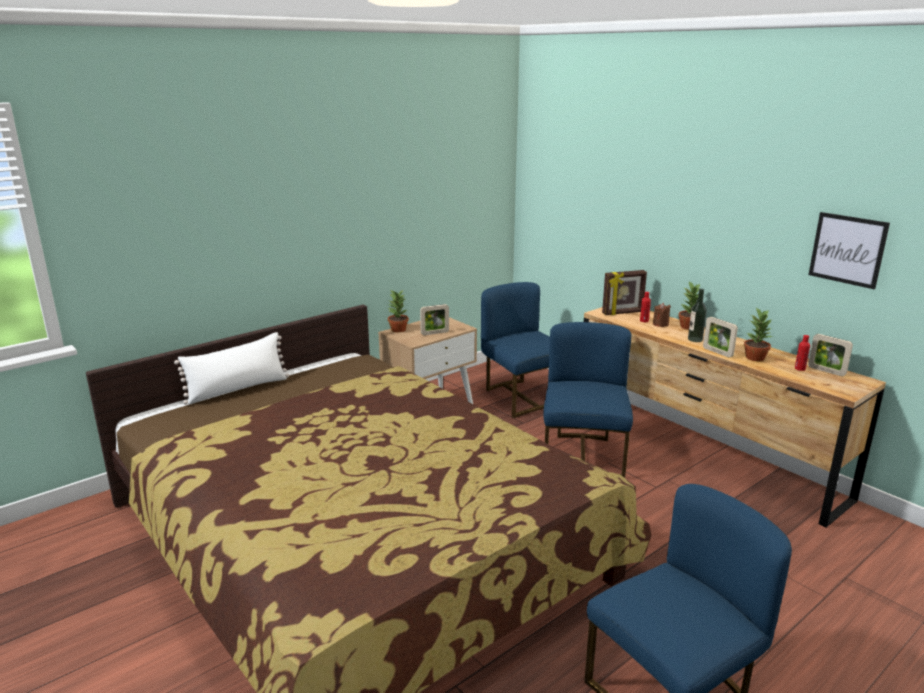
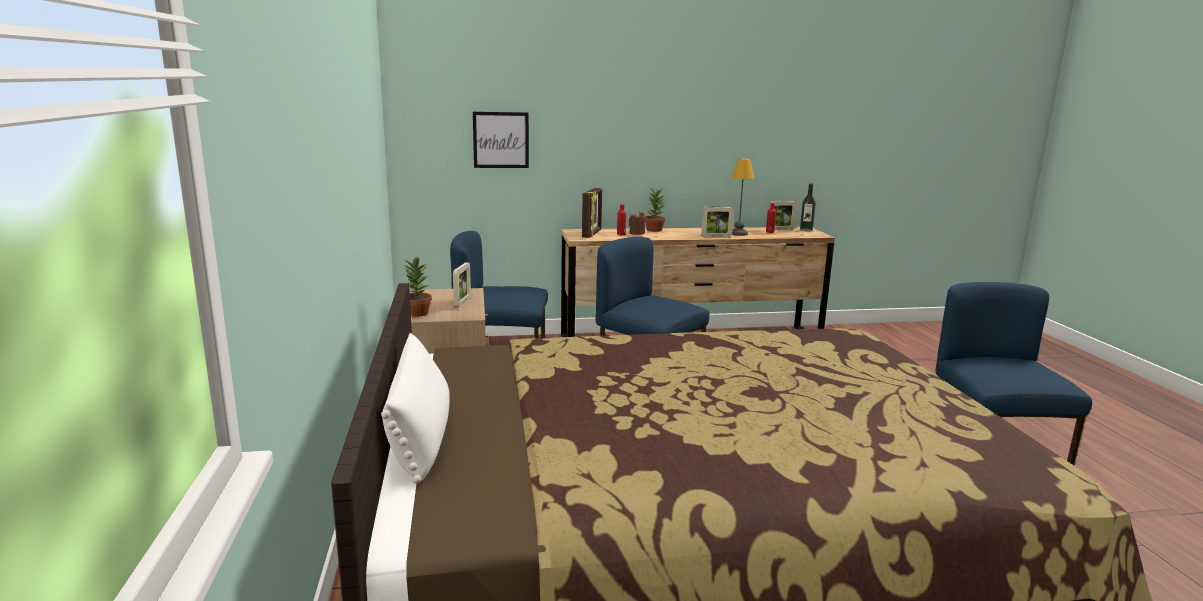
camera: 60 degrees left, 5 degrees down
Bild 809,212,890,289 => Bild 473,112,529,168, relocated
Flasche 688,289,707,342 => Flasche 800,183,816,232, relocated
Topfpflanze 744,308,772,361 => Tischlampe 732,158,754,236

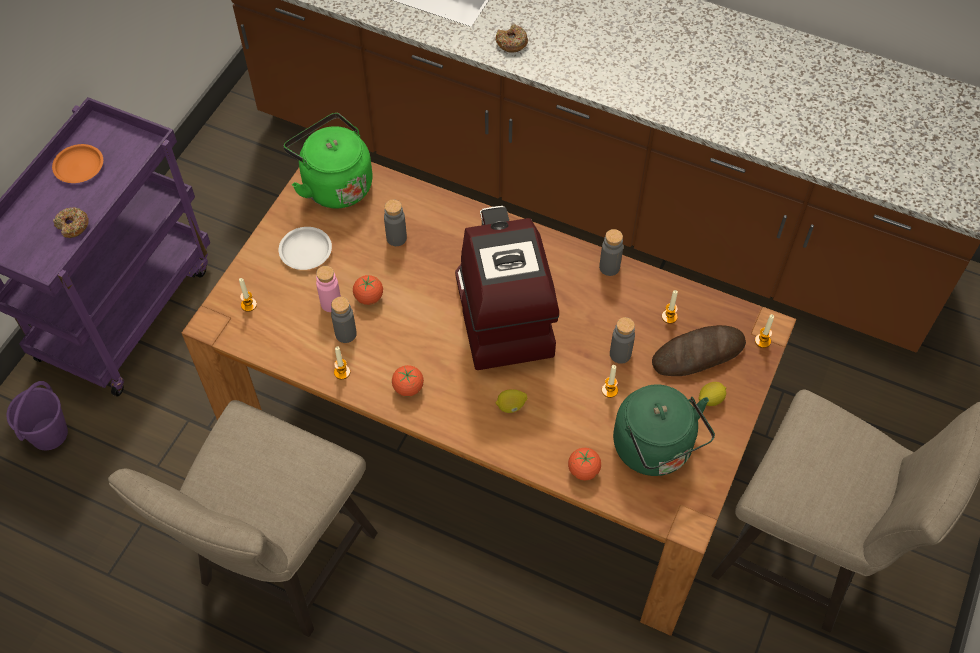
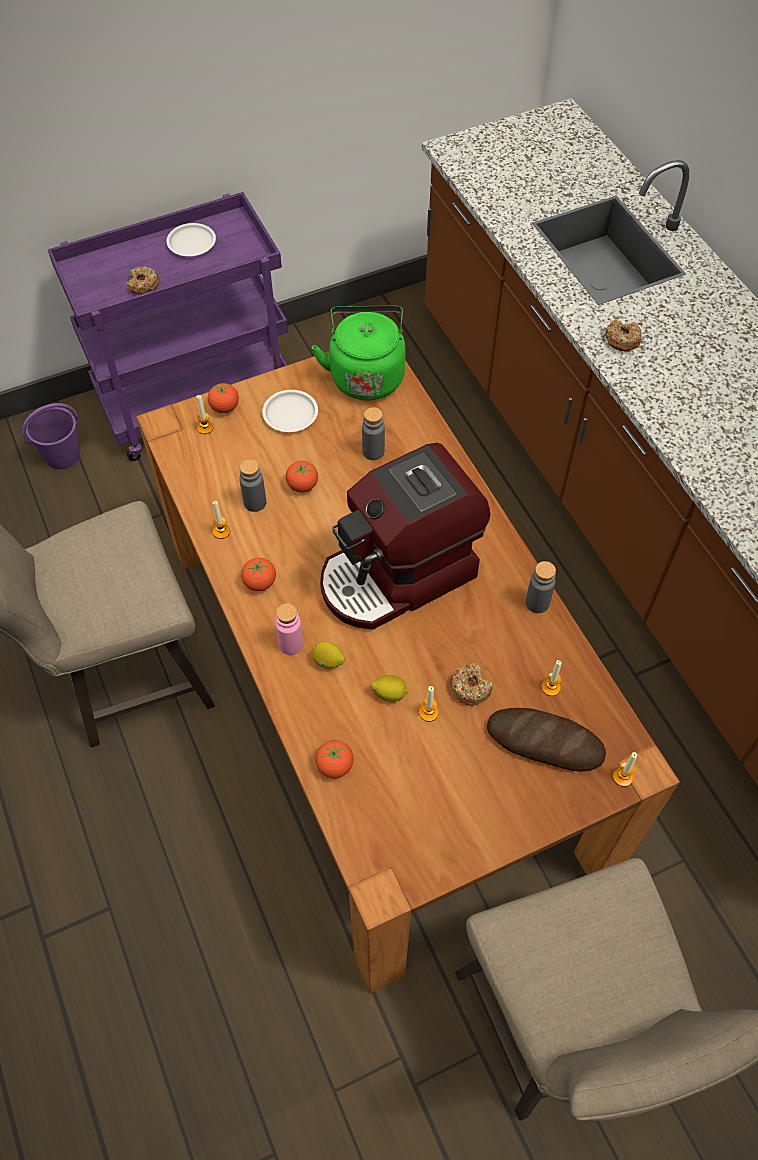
camera: 40 degrees right, 0 degrees up
Teller [orange] 52,144,103,183 => Teller [weiß] 166,223,216,256
Kaffeemaschine 455,206,559,370 => Kaffeemaschine 320,443,490,630, 150 degrees counterclockwise
Flasche [rosa] 316,266,341,312 => Flasche [rosa] 275,603,303,655, relocated
Flasche [grau] 610,317,635,364 => Donut 450,663,493,706
Zitrone 698,382,726,406 => Zitrone 372,675,408,702, relocated
Wasserkessel [grün] 613,384,715,476 => nothing
nothing => Tomate 208,383,239,413

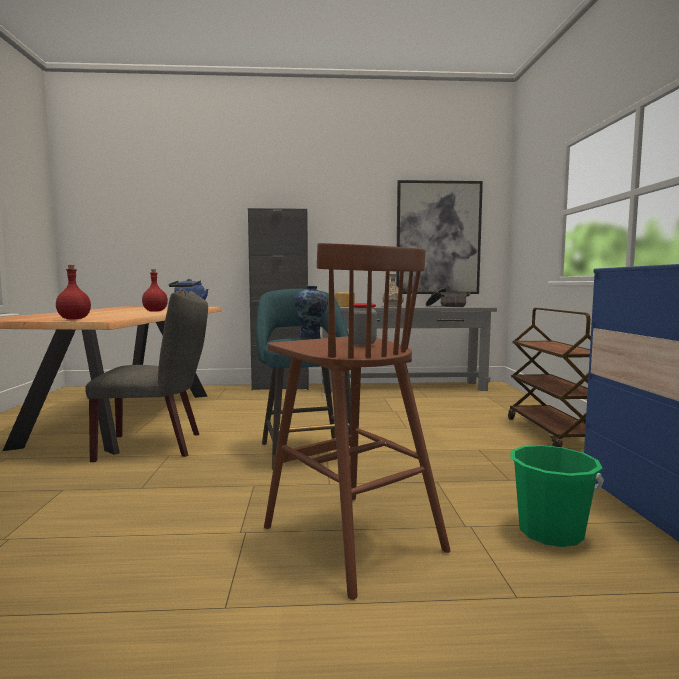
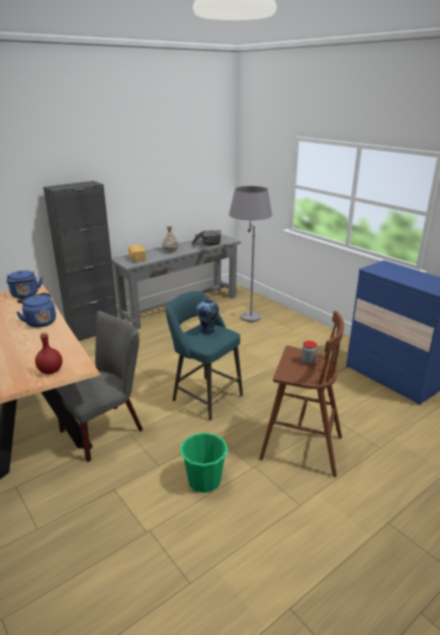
camera: 35 degrees left, 20 degrees up
Bild 396,180,483,294 => nothing
Flasche [rot] 142,269,168,312 => Wasserkessel [blau] 16,293,56,327
Rollwagen [braun] 508,308,591,447 => nothing
Eimer [grün] 511,445,604,547 => Eimer [grün] 180,433,229,493, relocated
nothing => Stehlampe [grau] 229,186,272,322

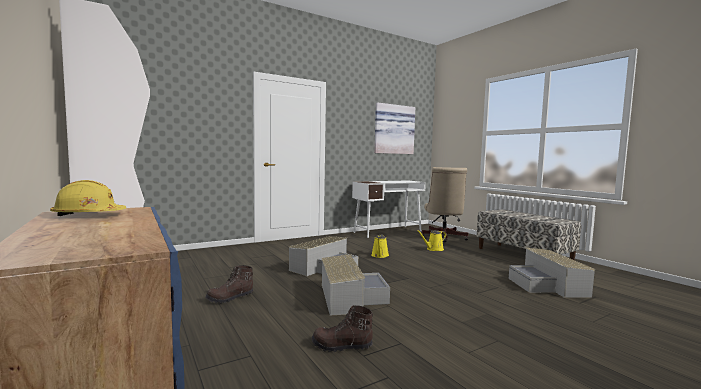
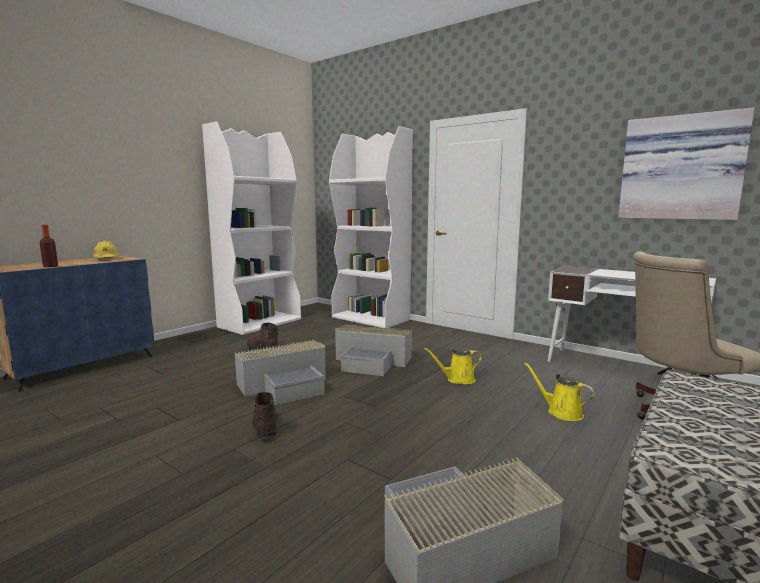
camera: 70 degrees right, 5 degrees up
Stiefel [braun] 312,305,373,352 => Stiefel [braun] 251,392,277,439, relocated
nothing => Bücherregal [weiß] 329,126,413,329
nothing => Flasche 40,225,58,267

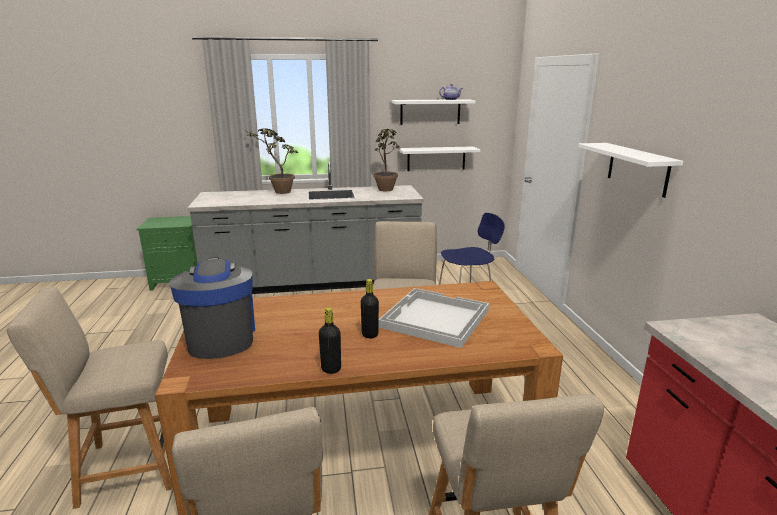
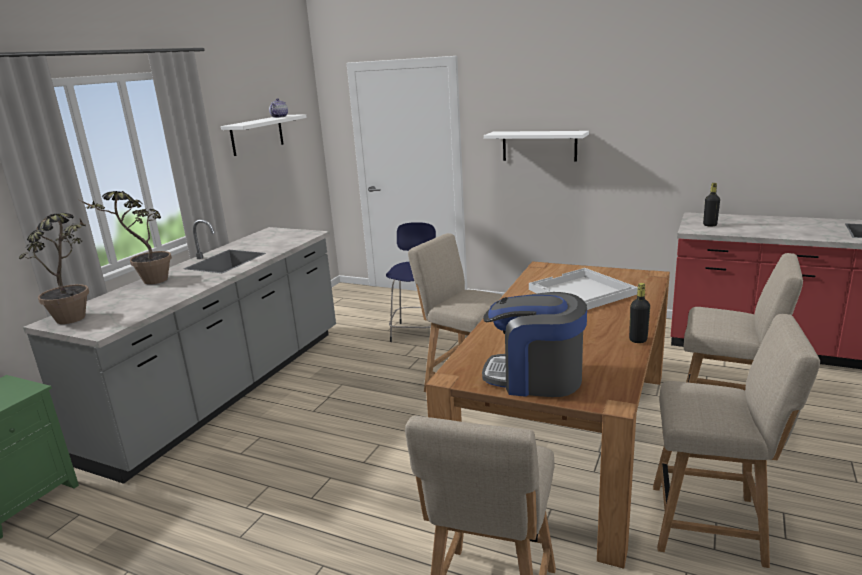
camera: 55 degrees left, 0 degrees up
Topfpflanze 373,129,400,191 => Topfpflanze 19,213,89,324, relocated
Wandregal [weiß] 399,146,480,171 => nothing
Flasche [schwarz] 361,279,379,338 => Flasche [schwarz] 703,183,720,227, relocated

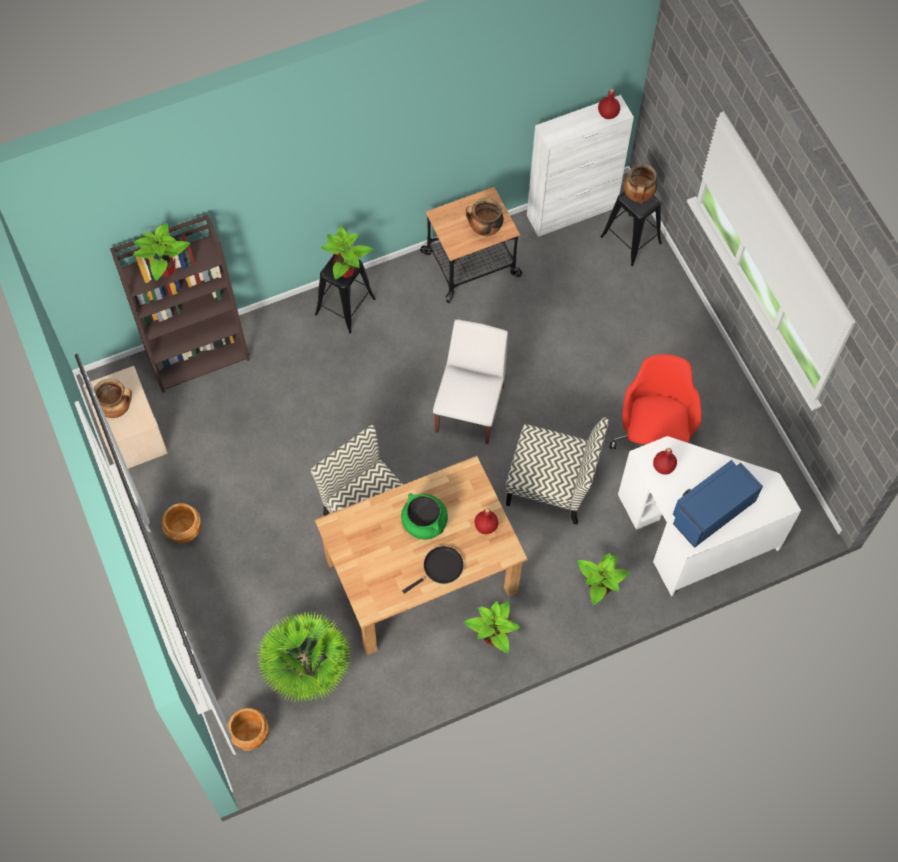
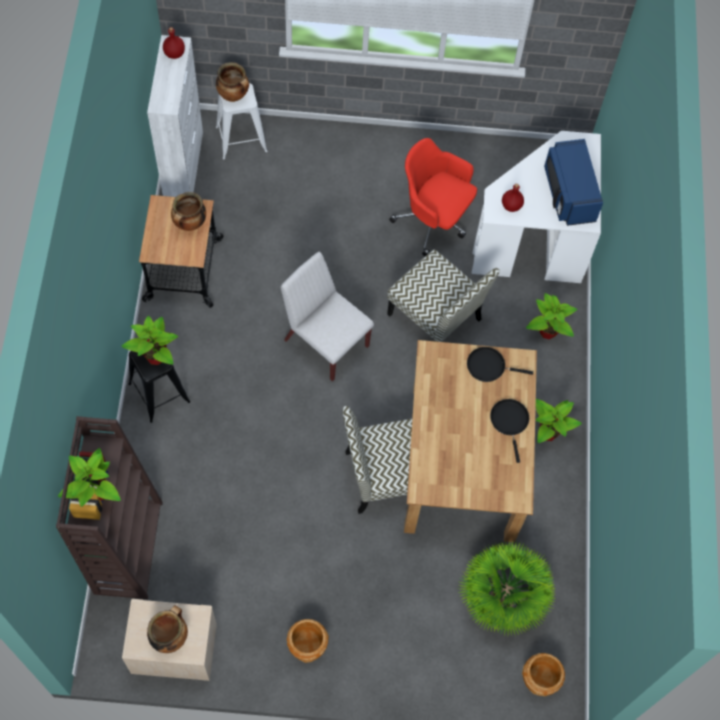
camera: 65 degrees left, 0 degrees up
Hocker [schwarz] 600,191,662,266 => Hocker [weiß] 216,83,267,159
Stuhl 505,417,609,525 => Stuhl 387,250,500,342, 90 degrees clockwise
Kochtopf [grün] 401,493,448,540 => nothing
Flasche [rot] 475,509,498,534 => Pfanne [schwarz] 467,347,533,382

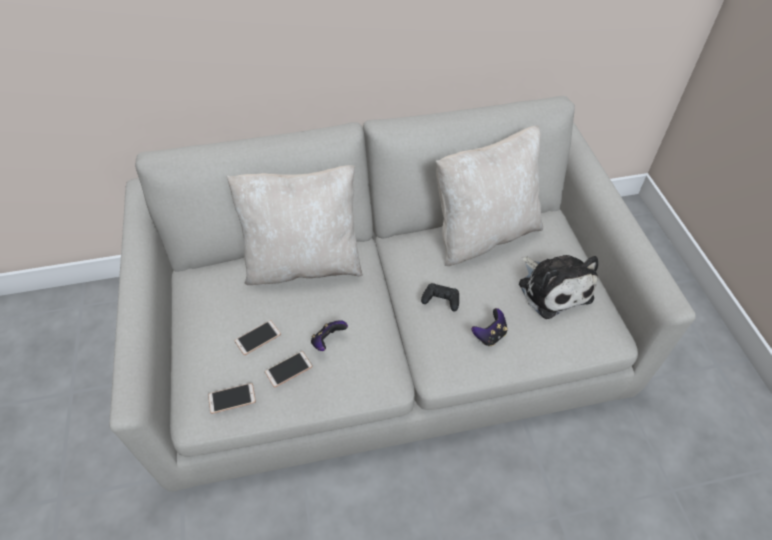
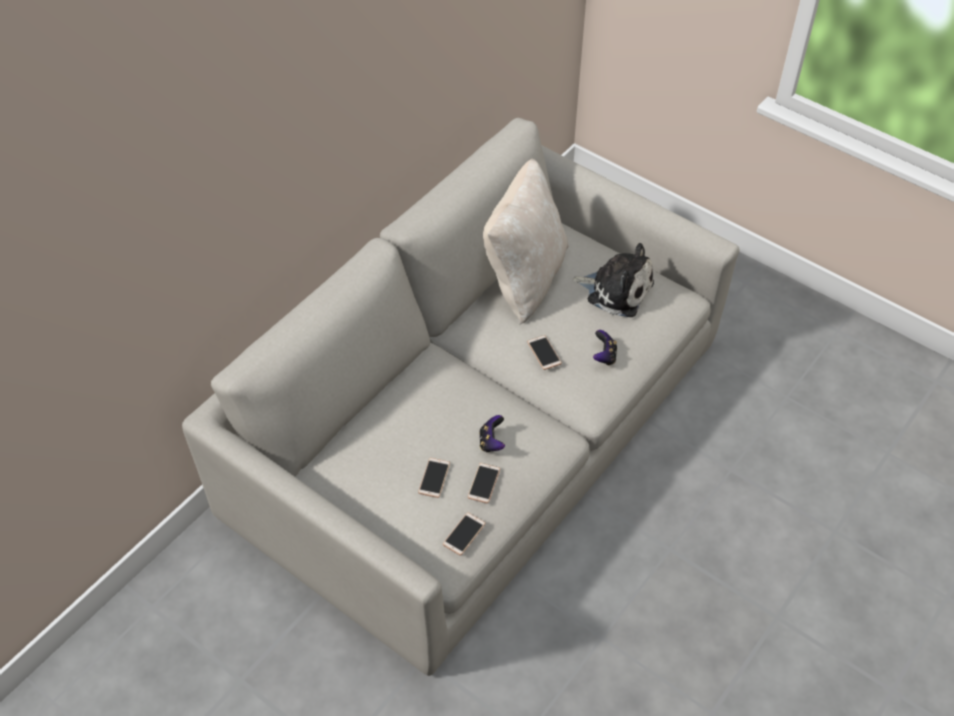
camera: 40 degrees left, 0 degrees up
Kissen [beige] 227,165,363,285 => nothing
Gamepad [schwarz] 421,283,459,311 => Handy 527,335,562,370

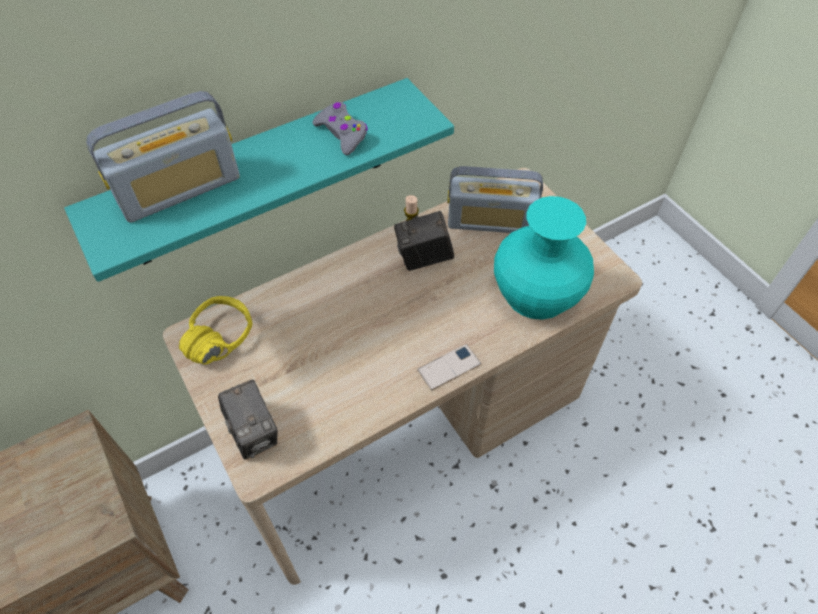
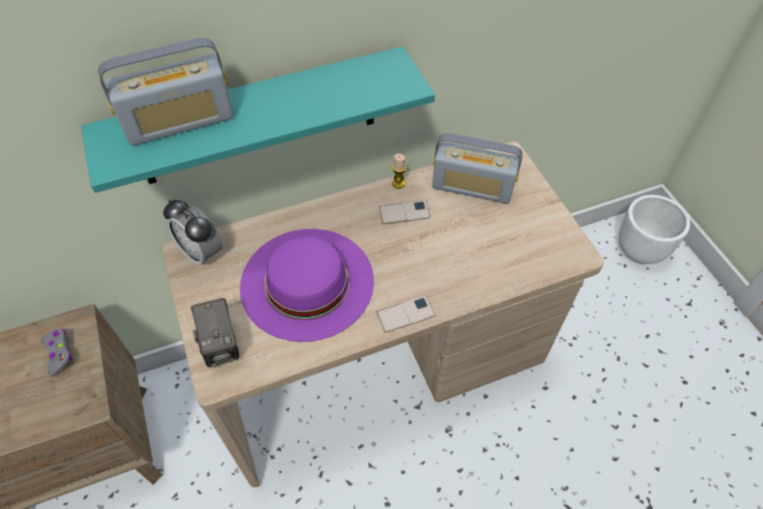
camera: 10 degrees right, 0 degrees up
Gamepad [grau] 312,102,368,155 => Gamepad [grau] 41,328,72,377, relocated
Vase [türkis] 494,196,594,320 => nothing
Kamera 394,211,454,271 => Handy 379,200,430,224
Kopfhörer [gelb] 179,296,253,365 => Wecker 163,200,223,267
nothing => Pflanzkübel [weiß] 619,195,690,264
nothing => Hut [lila] 240,229,374,342

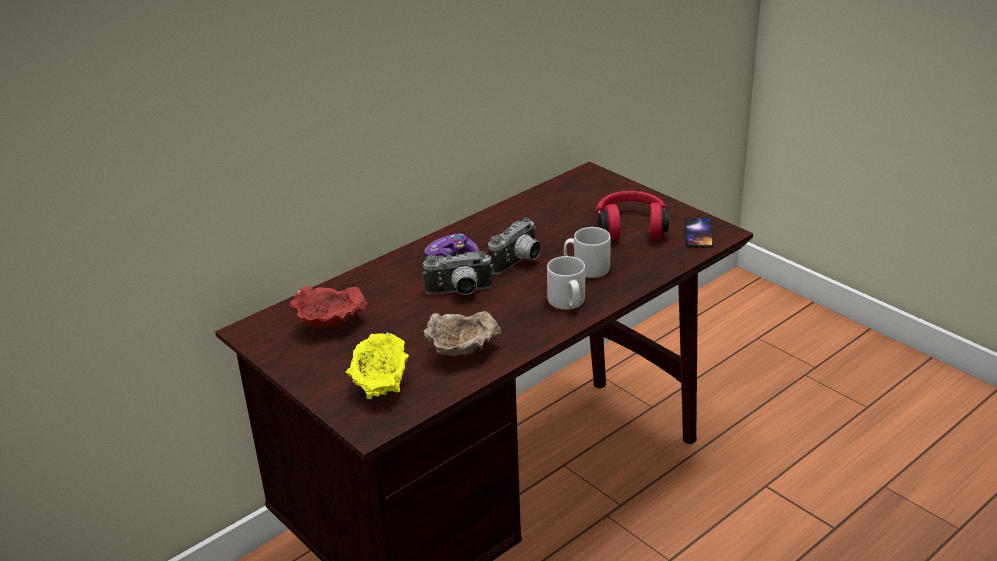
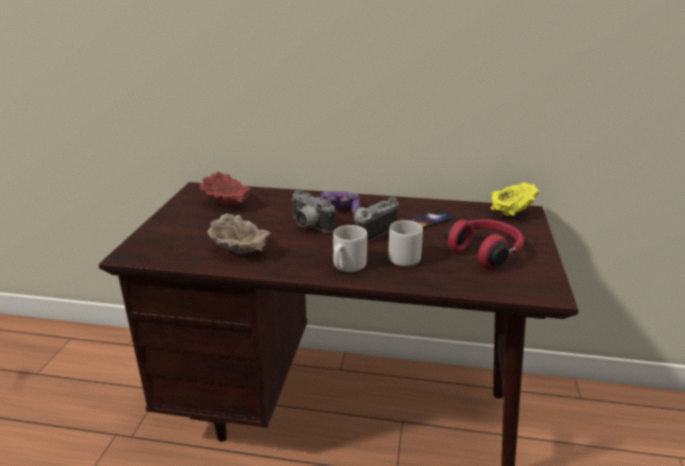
camera: 50 degrees right, 5 degrees down
Kamera 488,217,541,275 => Kamera 354,197,399,243, 135 degrees clockwise
Handy 685,218,714,248 => Handy 407,210,453,229, relocated
Schüssel [gelb] 346,332,409,399 => Schüssel [gelb] 491,182,539,216, relocated

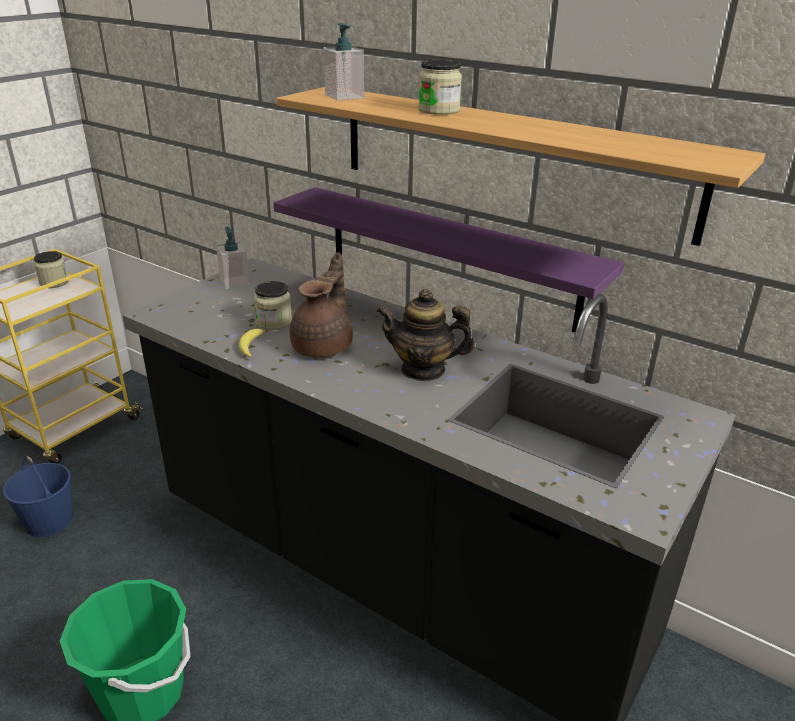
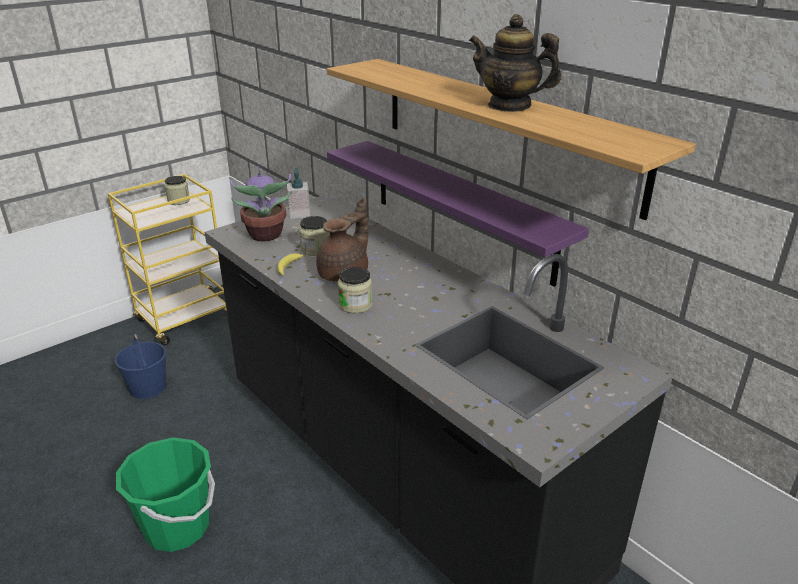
camera: 15 degrees right, 0 degrees up
Seifenspender 323,23,364,101 => nothing
Vorratsglas 418,60,462,115 => Vorratsglas 338,267,372,313, relocated
Teekanne 377,289,475,381 => Teekanne 469,14,561,112, relocated
nothing => Topfpflanze 230,166,292,242

